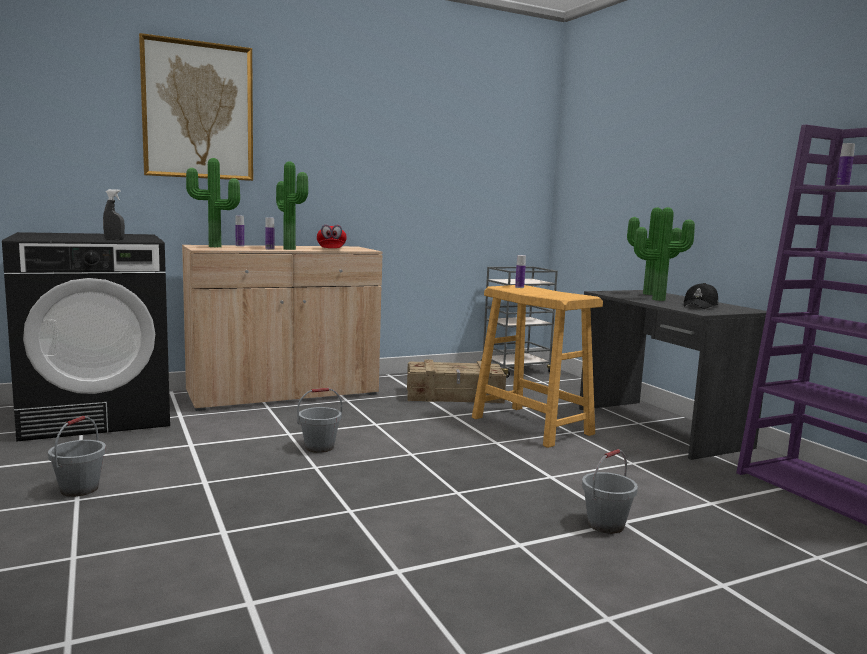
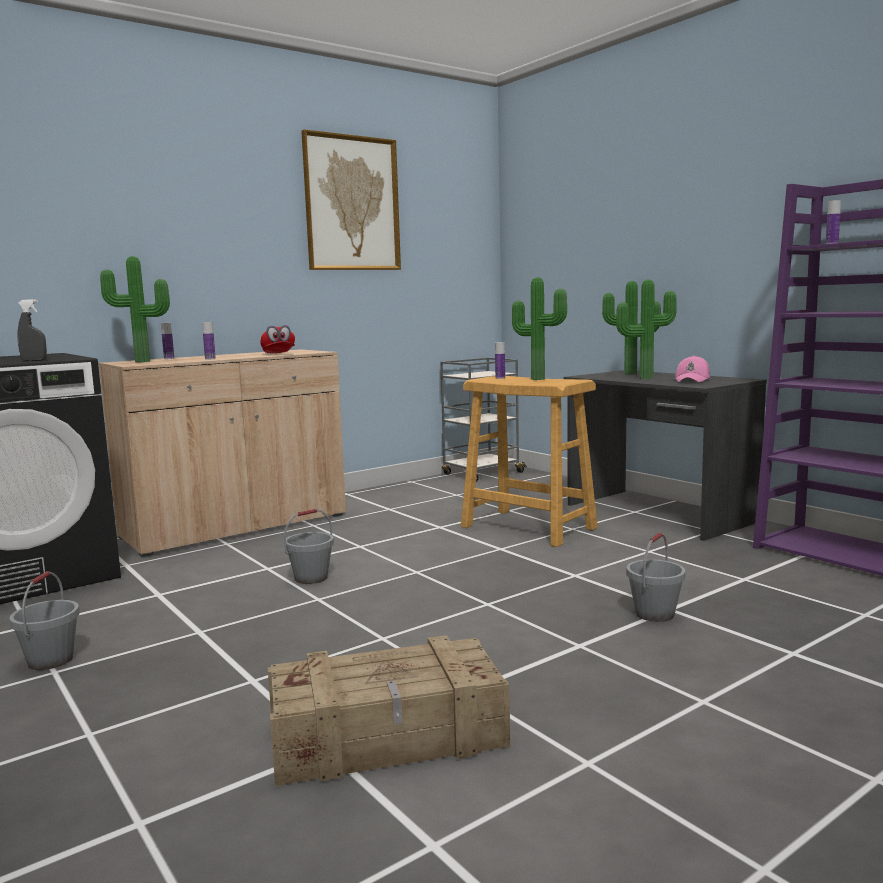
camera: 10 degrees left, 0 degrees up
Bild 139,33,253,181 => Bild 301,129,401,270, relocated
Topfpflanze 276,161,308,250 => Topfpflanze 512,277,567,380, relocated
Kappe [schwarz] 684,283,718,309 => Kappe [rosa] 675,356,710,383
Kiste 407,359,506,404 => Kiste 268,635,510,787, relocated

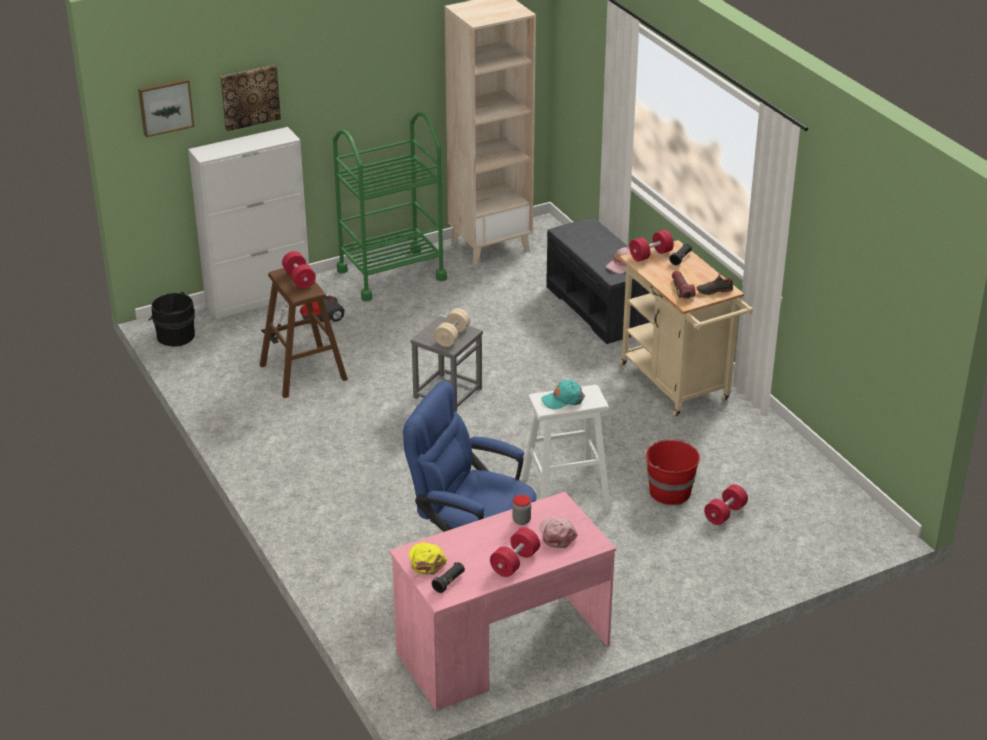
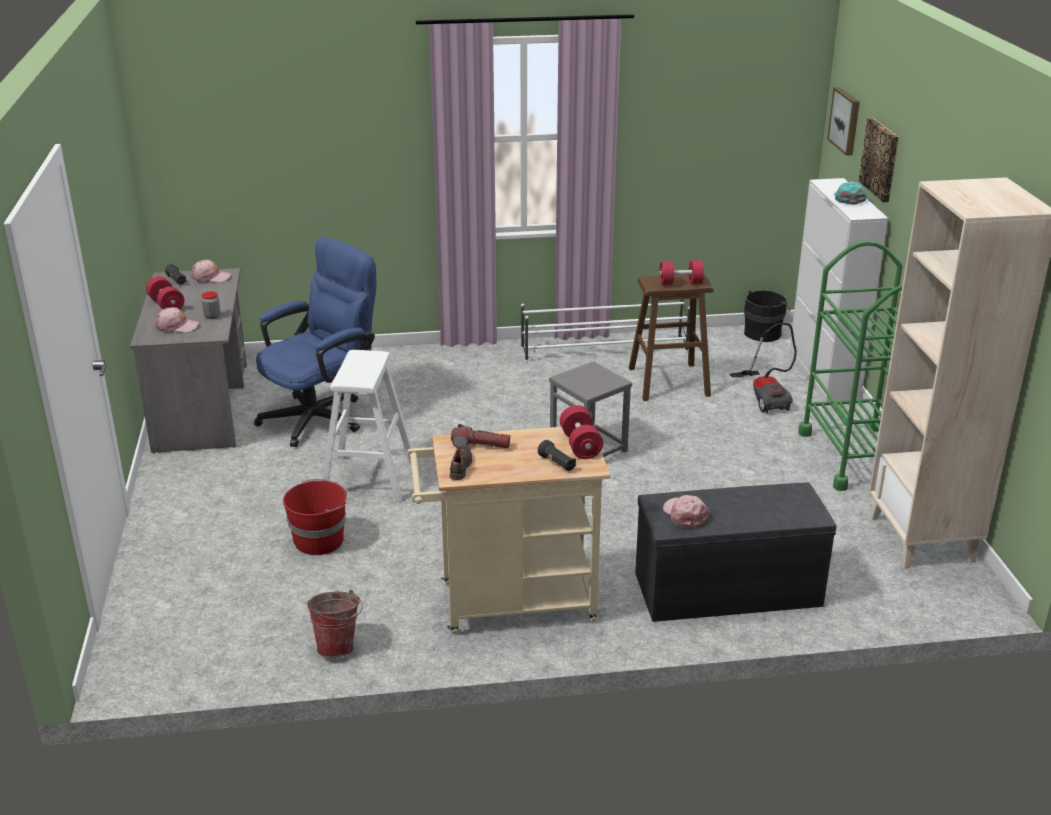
camera: 110 degrees right, 5 degrees down
Hantel [beige] 434,308,470,347 => nothing
Kappe [türkis] 541,380,585,410 => Kappe [türkis] 834,182,867,205, relocated
Hantel [rot] 704,484,748,525 => nothing
Schreibtisch [rosa] 389,492,616,711 => Schreibtisch [grau] 130,268,247,453
Kappe [gelb] 409,543,447,575 => Kappe [rosa] 190,260,232,282
nothing => Schuhregal [weiß] 521,299,690,363
nothing => Eimer 307,590,363,658

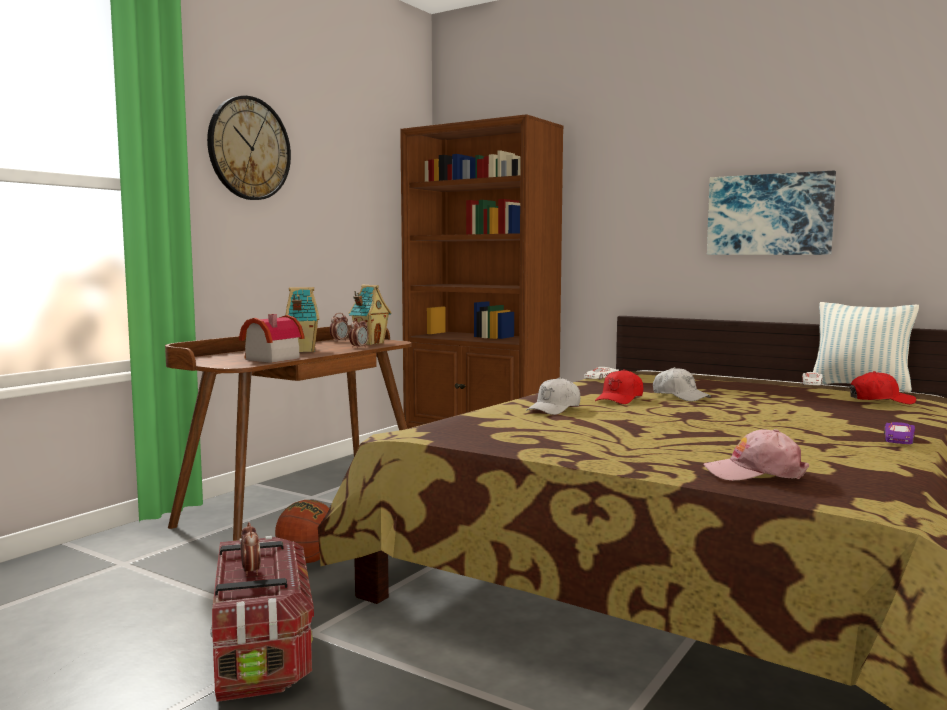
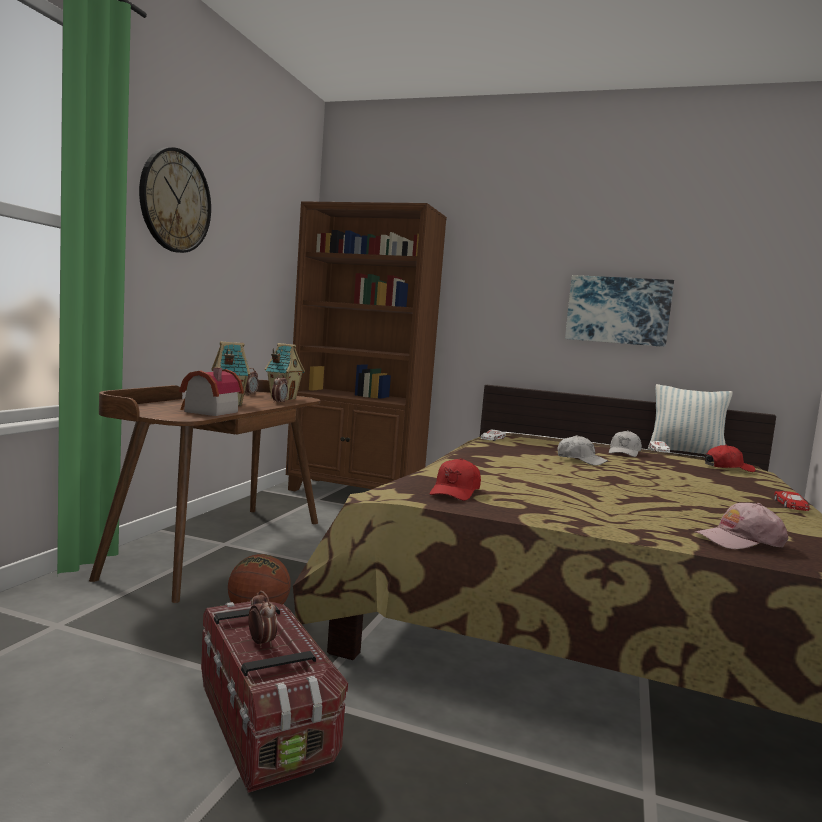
camera: 15 degrees left, 0 degrees up
Kappe [rot] 595,369,643,404 => Kappe [rot] 430,458,481,501, relocated
Kappe [weiß] 526,377,580,415 => Kappe [weiß] 609,430,642,457, relocated
Spielzeugauto [lila] 884,422,915,444 => Spielzeugauto [rot] 774,491,810,511

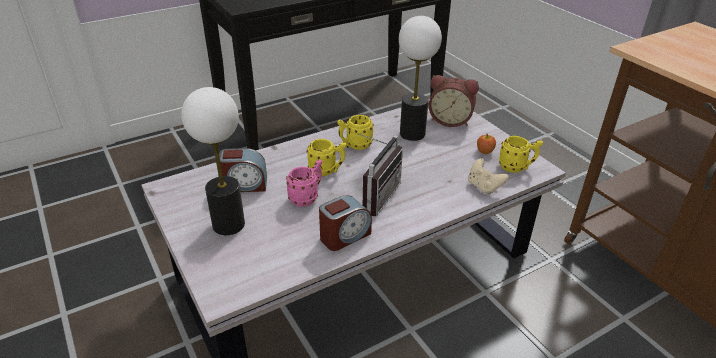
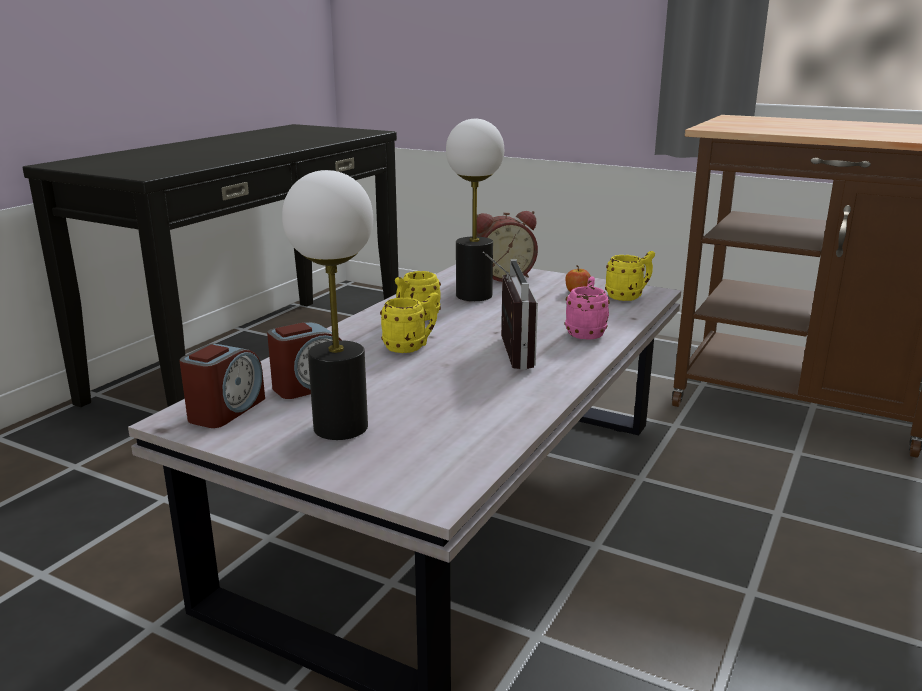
camera: 30 degrees left, 15 degrees down
Gamepad [beige] 468,158,509,195 => nothing
Henkelbecher [rosa] 286,159,322,207 => Henkelbecher [rosa] 565,276,610,340, relocated
Wecker 319,195,372,251 => Wecker 179,344,265,428, relocated

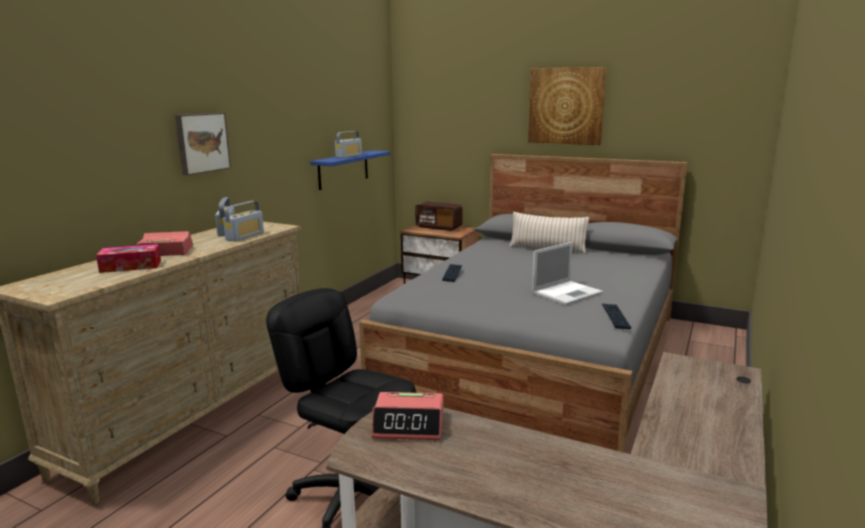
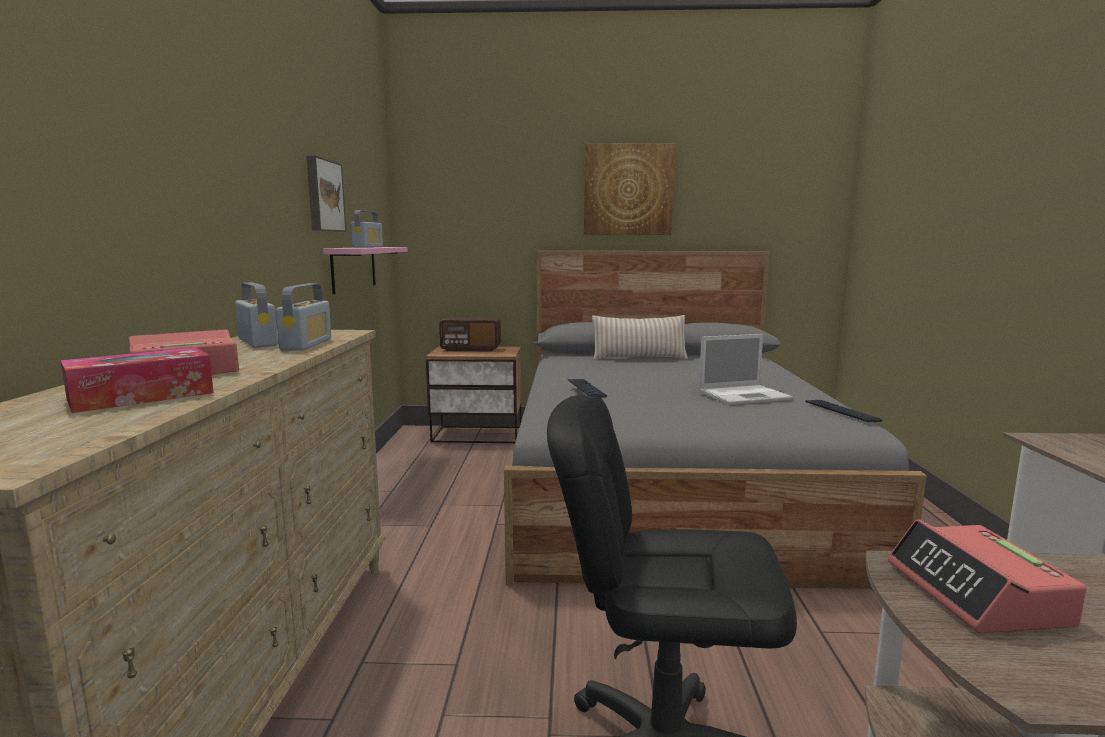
camera: 25 degrees left, 5 degrees down
Bild 175,113,231,175 => Bild 306,156,346,232, relocated
Wandregal [blau] 310,150,391,190 => Wandregal [rosa] 323,247,408,294
Laptop 532,242,603,305 => Laptop 699,334,793,405, 45 degrees clockwise
Wecker 371,392,443,440 => Wecker 888,519,1087,633, 105 degrees clockwise

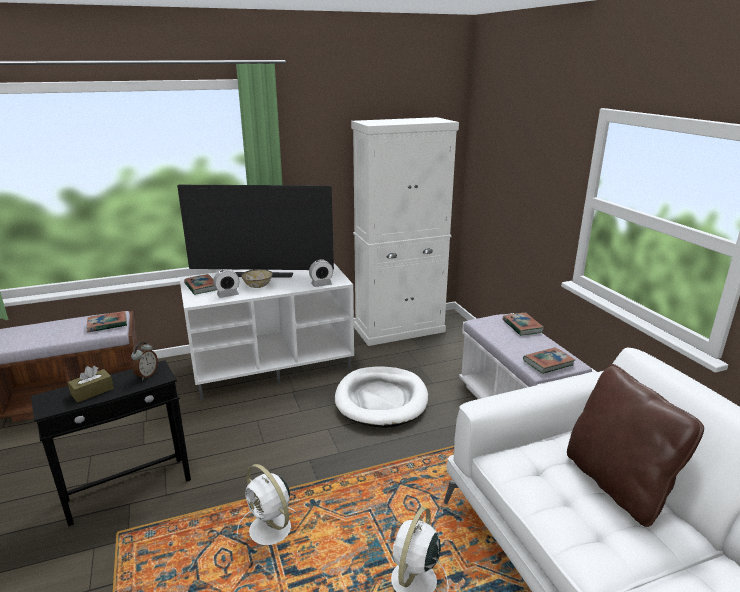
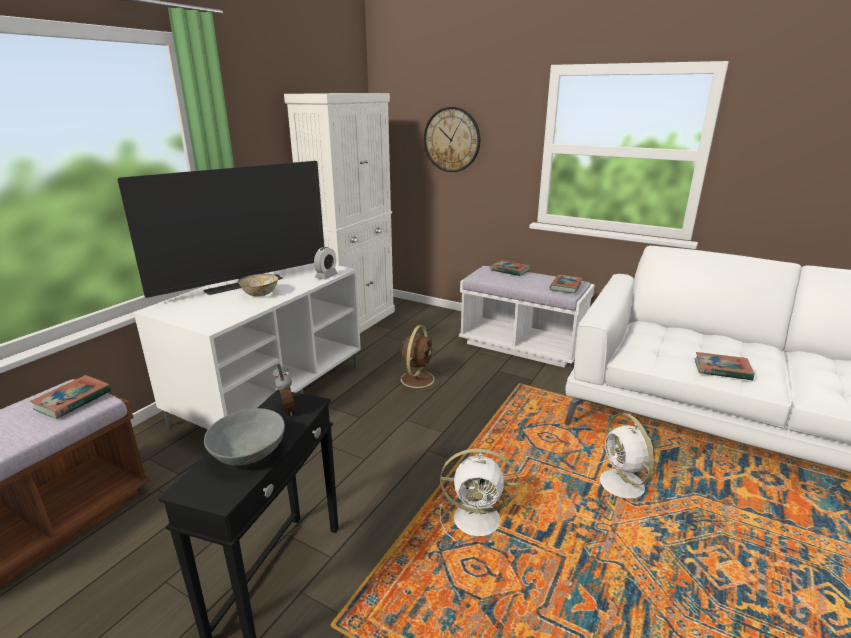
camera: 40 degrees left, 0 degrees up
Wecker 213,269,239,298 => nothing
Buch 184,274,217,295 => Buch 694,352,754,380, relocated
Kissen [braun] 567,364,704,527 => nothing
Taschentuchbox [braun] 68,366,114,403 => Schüssel [grau] 204,408,285,466
Hundebett [weiß] 335,366,428,428 => Ventilator [braun] 394,325,442,392
nothing => Wanduhr 424,107,481,172

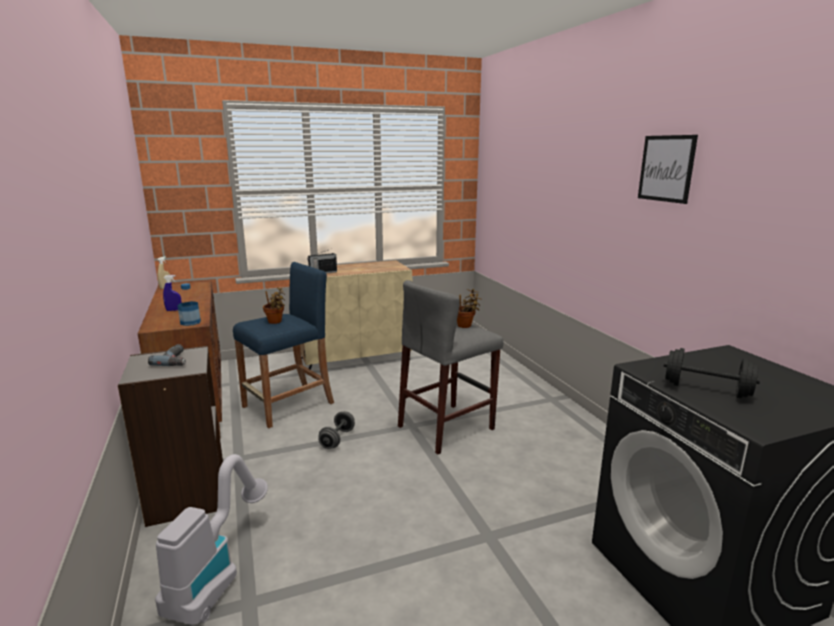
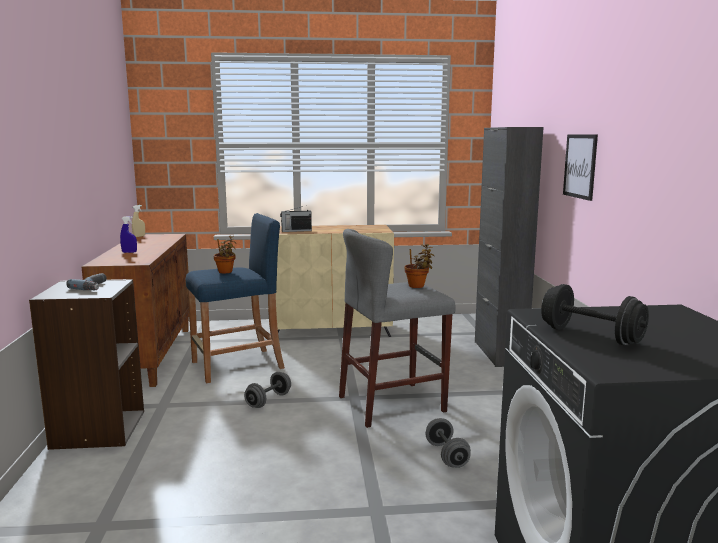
camera: 15 degrees right, 5 degrees down
Bild 638,135,698,204 => Bild 563,134,598,201, relocated
Flasche 177,283,201,326 => nothing
Staubsauger 155,454,268,625 => nothing
nothing => Schrank [schwarz] 475,127,543,367
nothing => Hantel [grau] 425,418,471,468

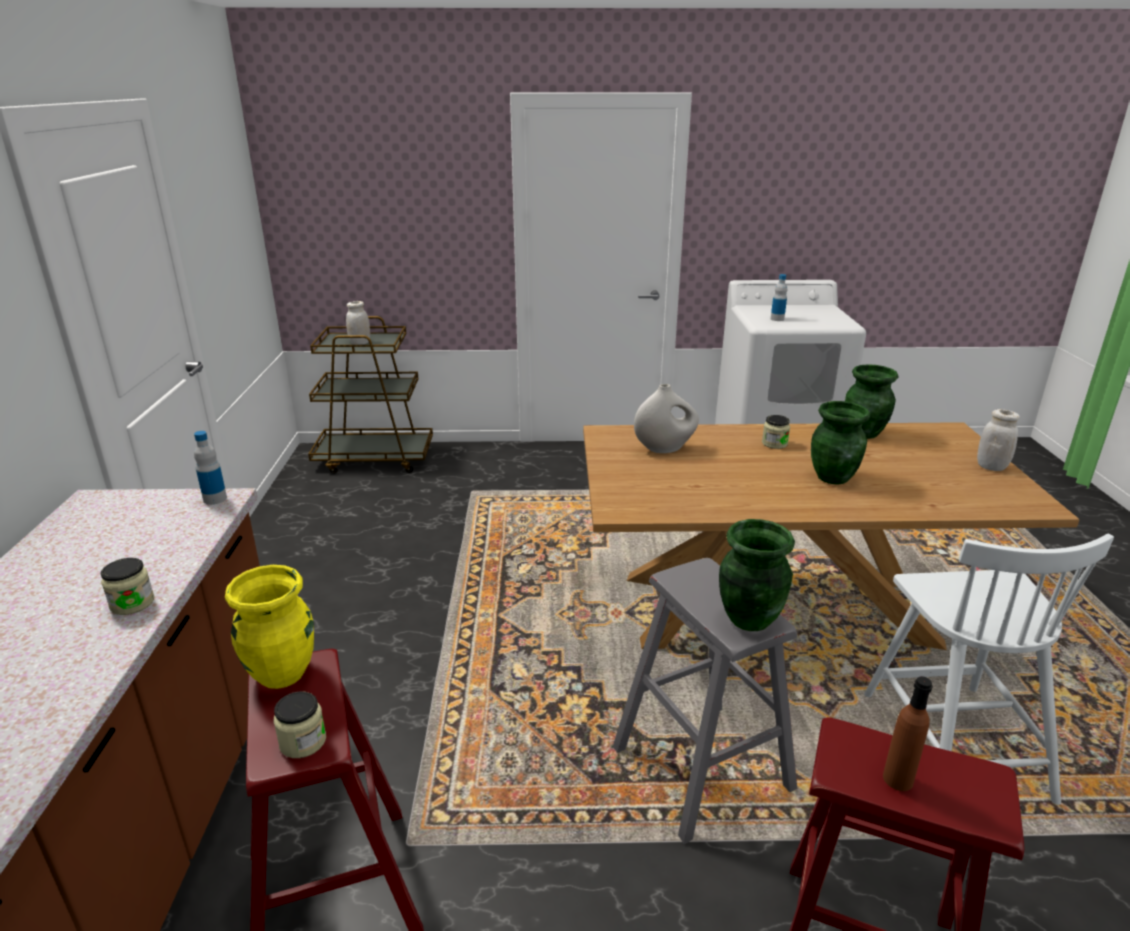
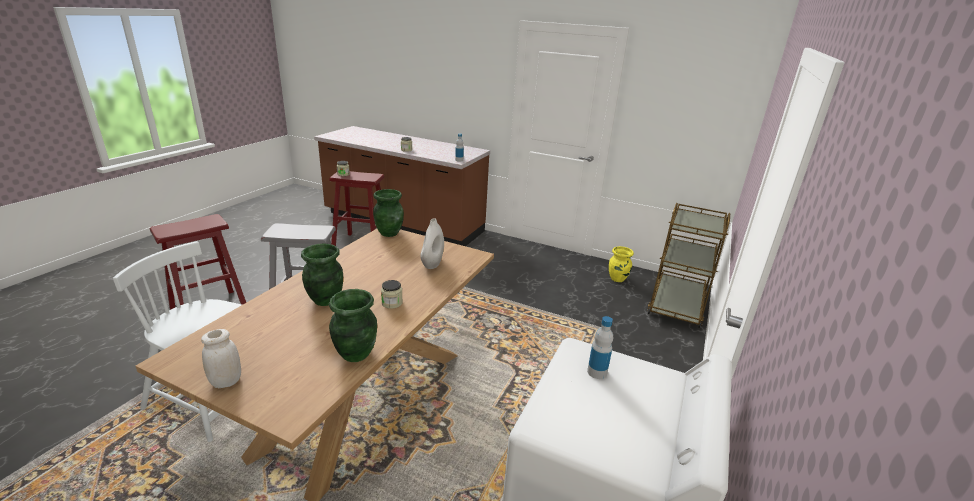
camera: 115 degrees right, 0 degrees up
Vorratsglas [weiß] 346,301,370,345 => nothing
Vase [grün] 719,519,795,631 => Vase [grün] 373,189,404,237, relocated
Vase [gelb] 225,565,314,689 => Vase [gelb] 609,246,634,282, relocated
Flasche [braun] 883,676,932,791 => nothing

